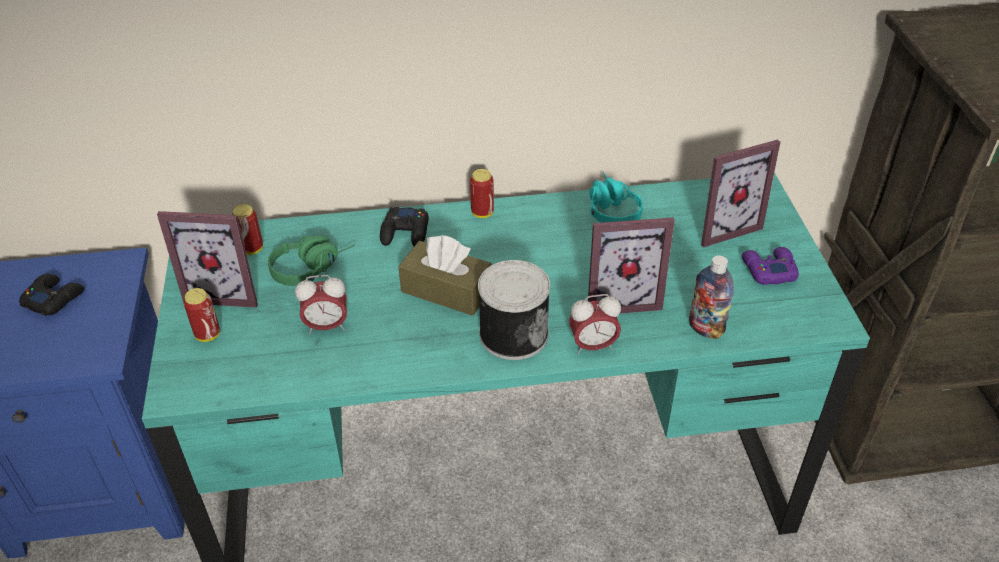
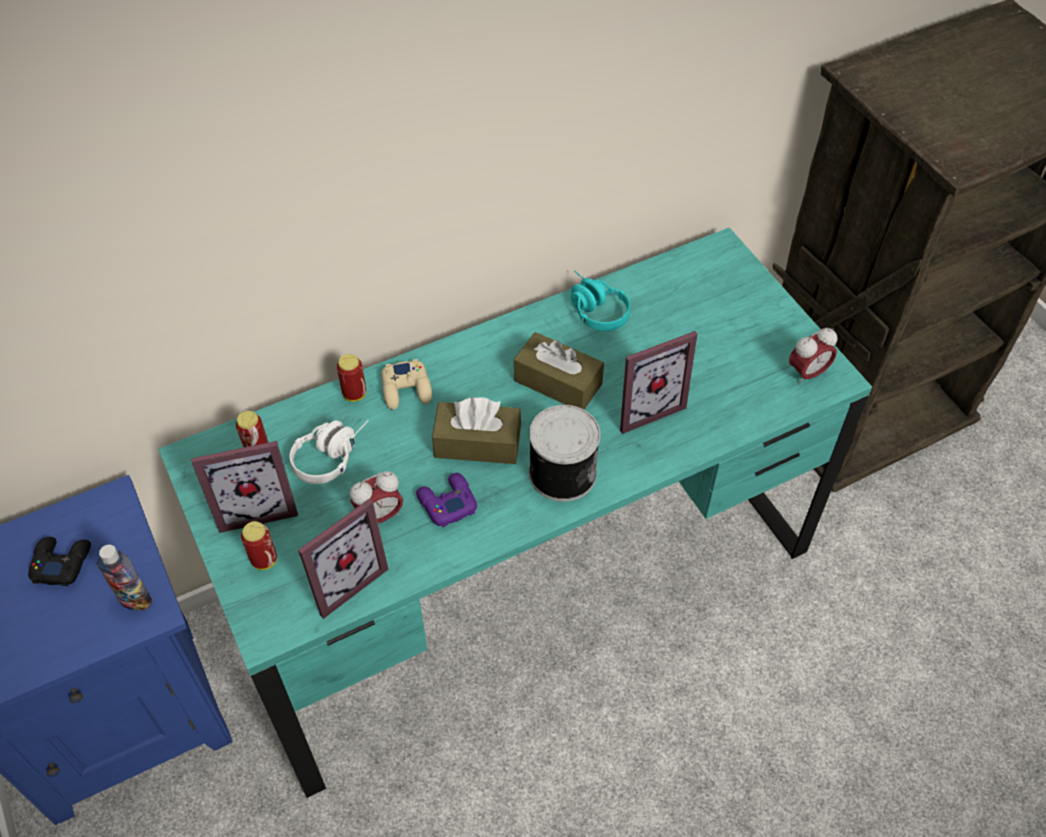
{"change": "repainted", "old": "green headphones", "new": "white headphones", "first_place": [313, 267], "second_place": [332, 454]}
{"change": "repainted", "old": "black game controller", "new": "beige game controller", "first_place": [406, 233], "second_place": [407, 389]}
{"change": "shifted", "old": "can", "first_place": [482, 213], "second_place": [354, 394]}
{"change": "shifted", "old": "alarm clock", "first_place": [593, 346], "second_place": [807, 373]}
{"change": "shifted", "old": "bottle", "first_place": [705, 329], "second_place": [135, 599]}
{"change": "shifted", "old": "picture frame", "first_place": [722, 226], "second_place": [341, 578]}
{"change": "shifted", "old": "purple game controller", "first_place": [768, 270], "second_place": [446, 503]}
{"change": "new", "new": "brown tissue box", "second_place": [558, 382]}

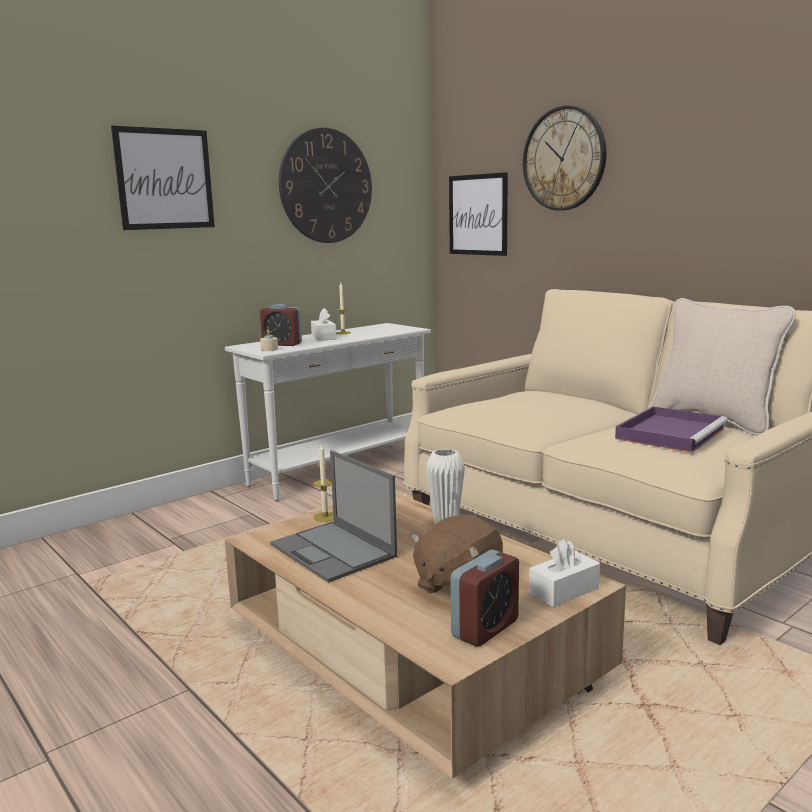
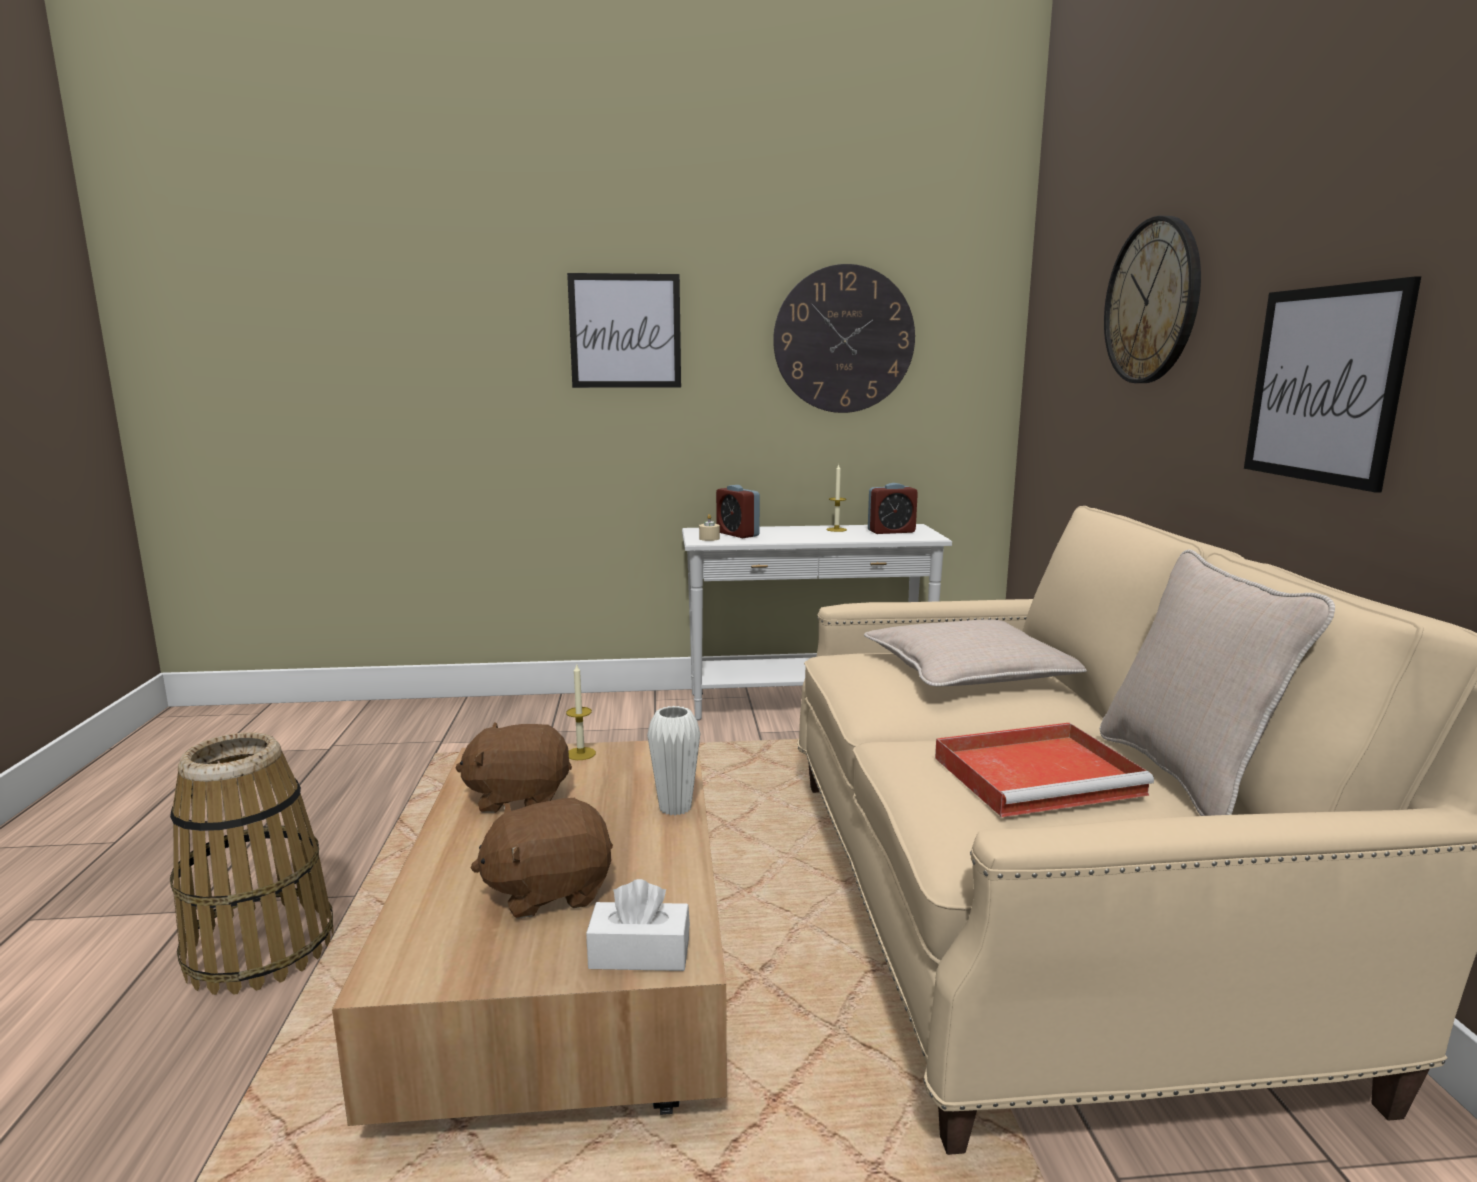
{"change": "swapped", "old": "laptop", "new": "brown plush toy", "first_place": [334, 551], "second_place": [519, 797]}
{"change": "gone", "old": "white tissue box", "first_place": [323, 337]}
{"change": "shifted", "old": "picture", "first_place": [478, 215], "second_place": [1323, 384]}
{"change": "shifted", "old": "alarm clock", "first_place": [485, 628], "second_place": [891, 531]}
{"change": "repainted", "old": "purple tray", "new": "red tray", "first_place": [670, 433], "second_place": [1040, 775]}
{"change": "new", "new": "basket", "second_place": [260, 949]}
{"change": "new", "new": "beige pillow", "second_place": [969, 670]}

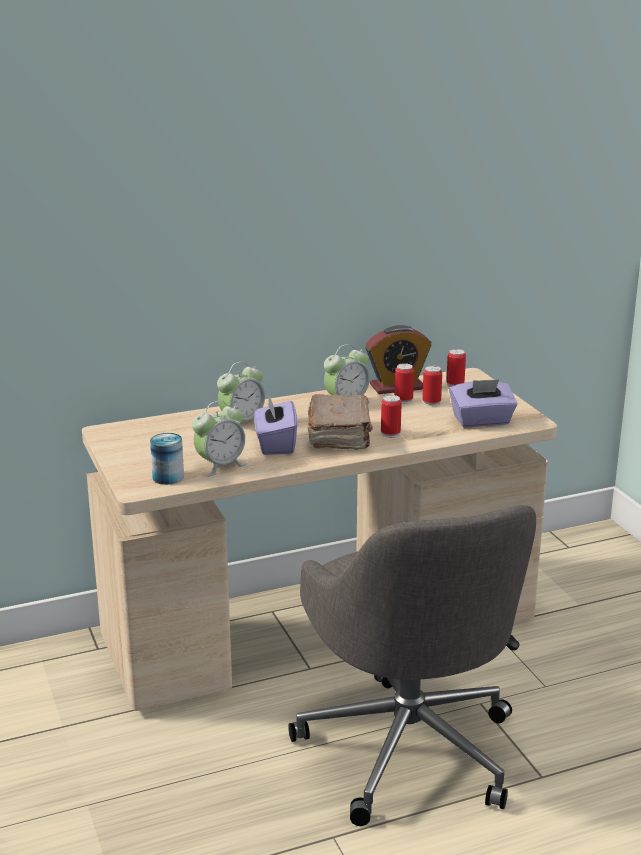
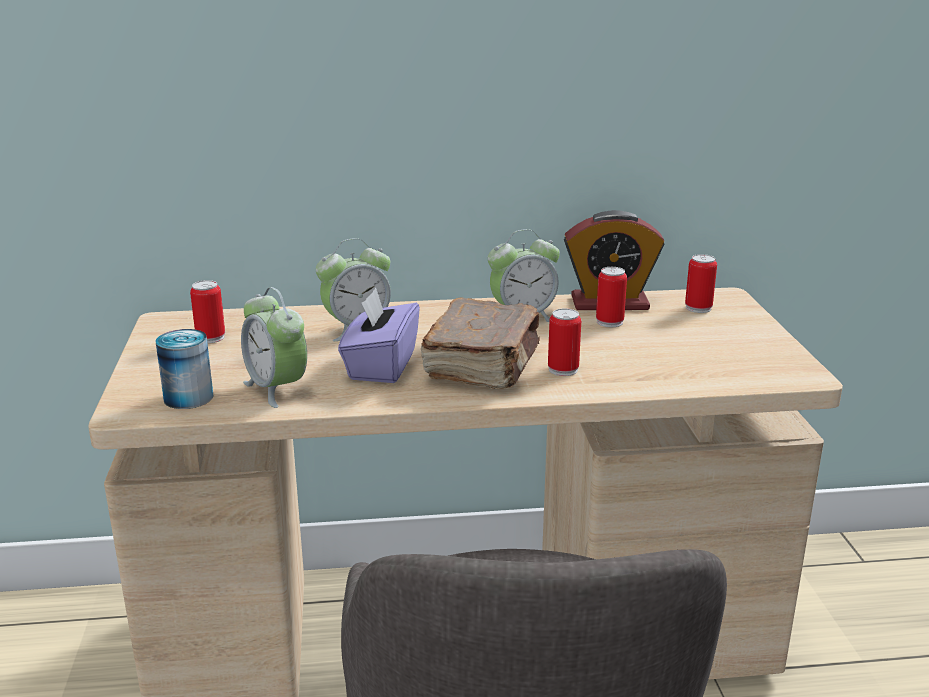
{"change": "rotated", "old": "alarm clock", "first_place": [220, 466], "second_place": [277, 389], "degrees": 75}
{"change": "shifted", "old": "can", "first_place": [431, 402], "second_place": [210, 337]}
{"change": "gone", "old": "purple tissue box", "first_place": [482, 421]}

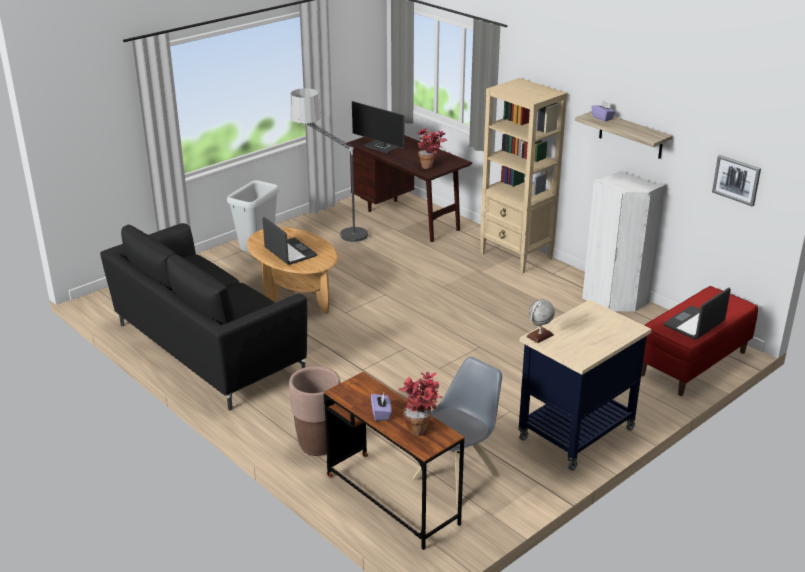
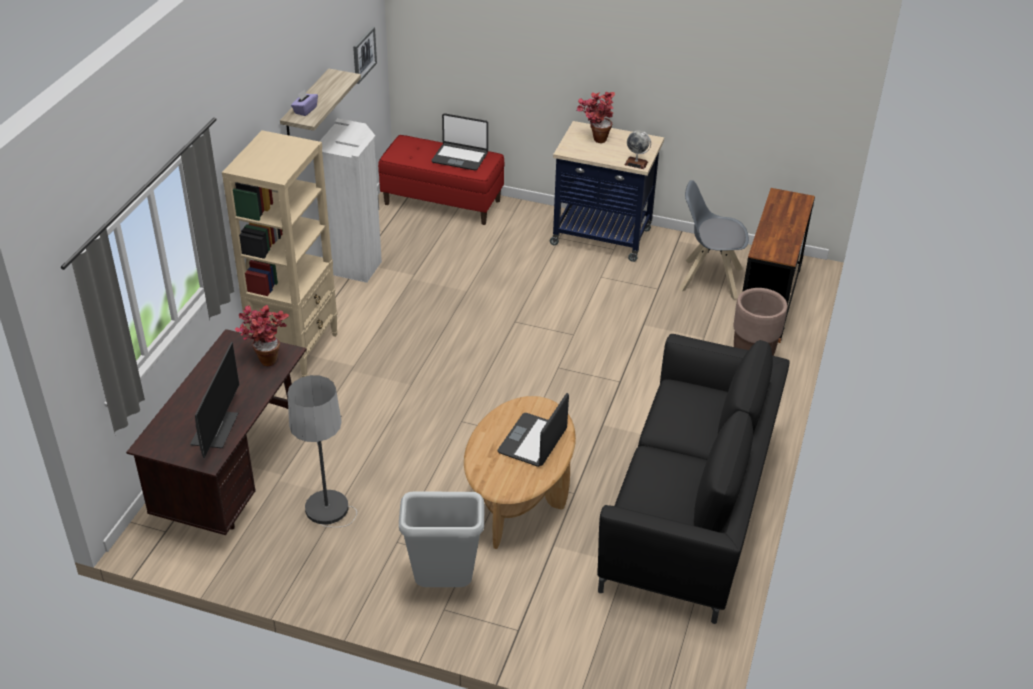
{"change": "gone", "old": "purple tissue box", "first_place": [381, 414]}
{"change": "shifted", "old": "potted plant", "first_place": [421, 428], "second_place": [594, 139]}

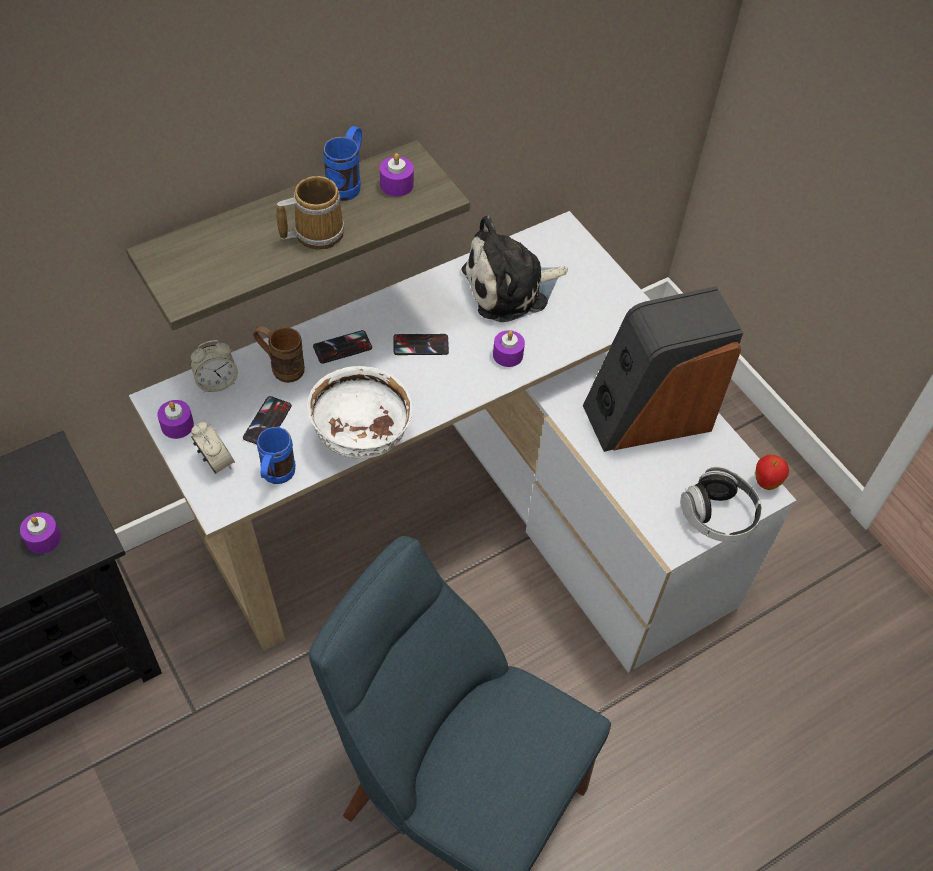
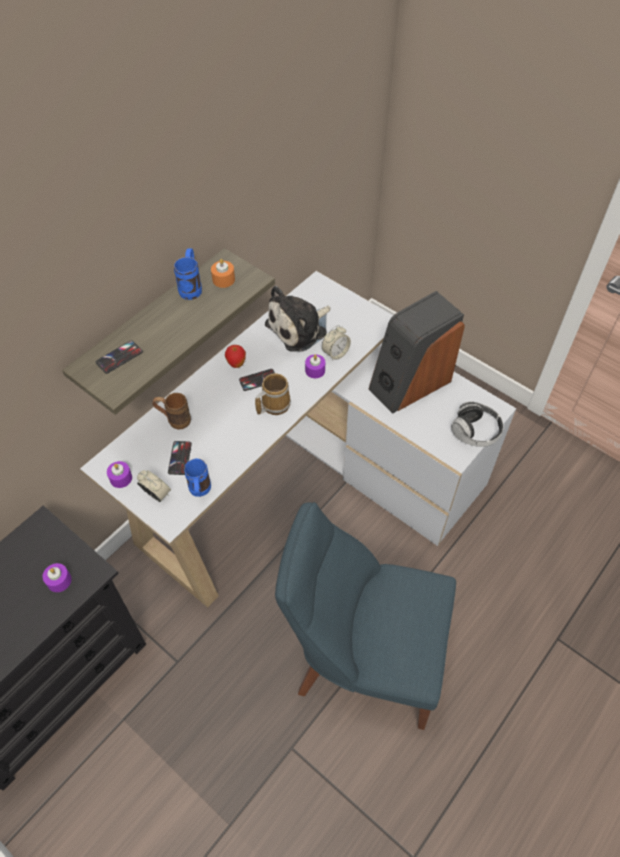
{"change": "shifted", "old": "alarm clock", "first_place": [216, 382], "second_place": [335, 353]}
{"change": "shifted", "old": "mug", "first_place": [315, 232], "second_place": [273, 404]}
{"change": "gone", "old": "white bowl", "first_place": [361, 439]}
{"change": "shifted", "old": "phone", "first_place": [342, 347], "second_place": [119, 357]}
{"change": "repainted", "old": "purple candle", "new": "orange candle", "first_place": [396, 184], "second_place": [223, 279]}
{"change": "shifted", "old": "apple", "first_place": [765, 483], "second_place": [236, 364]}

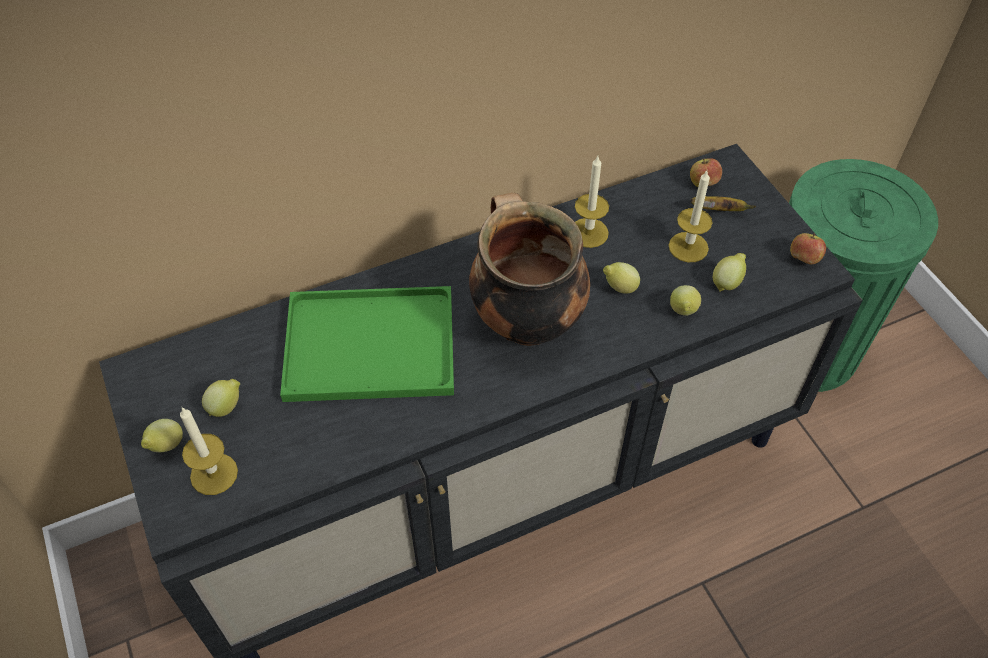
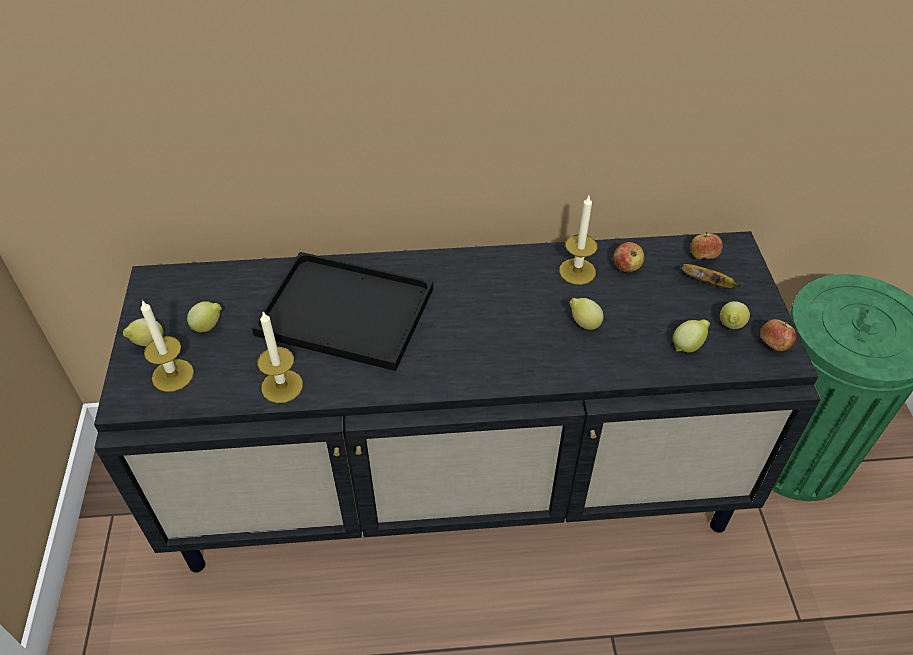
{"change": "repainted", "old": "green tray", "new": "black tray", "first_place": [374, 344], "second_place": [349, 311]}
{"change": "gone", "old": "cooking pot", "first_place": [525, 320]}
{"change": "shifted", "old": "candle", "first_place": [688, 247], "second_place": [282, 386]}
{"change": "shifted", "old": "lemon", "first_place": [682, 312], "second_place": [730, 326]}
{"change": "new", "new": "apple", "second_place": [626, 267]}

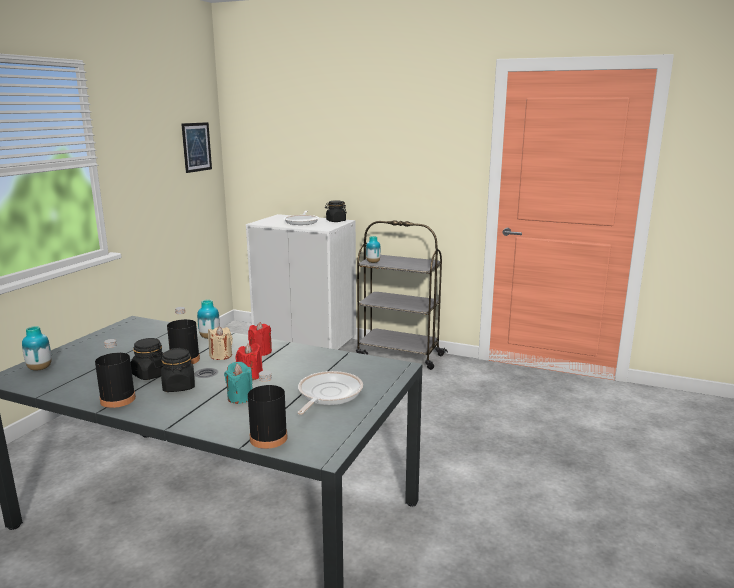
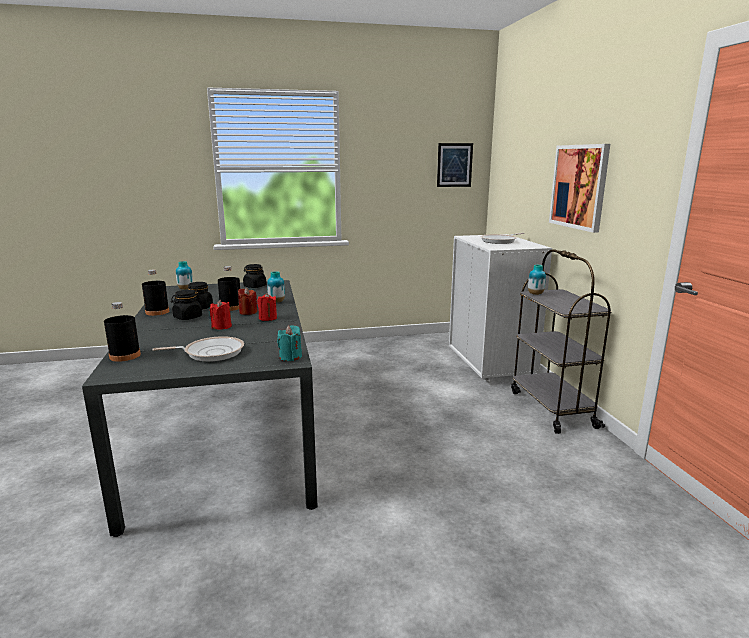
{"change": "repainted", "old": "beige candle", "new": "red candle", "first_place": [221, 356], "second_place": [248, 312]}
{"change": "shifted", "old": "turquoise candle", "first_place": [240, 397], "second_place": [290, 357]}
{"change": "shifted", "old": "black jar", "first_place": [335, 221], "second_place": [254, 286]}
{"change": "new", "new": "picture", "second_place": [579, 186]}

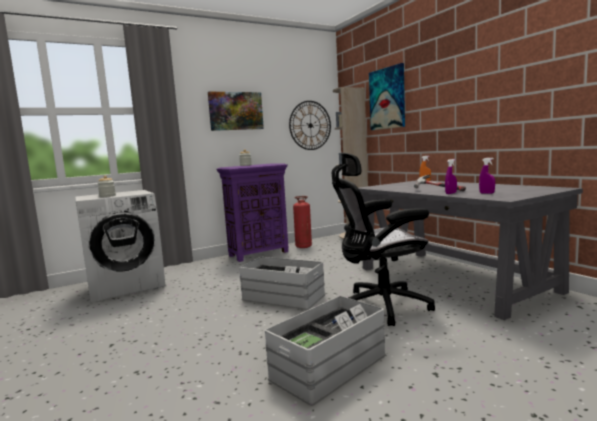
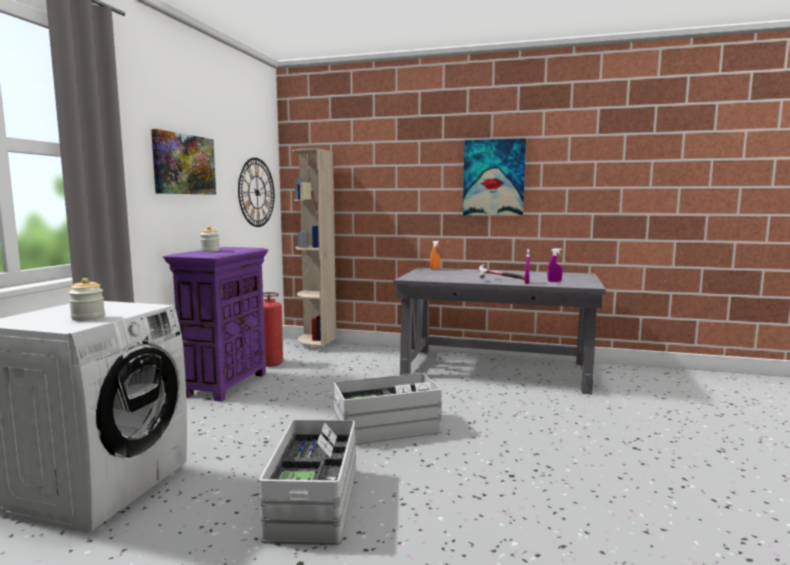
{"change": "shifted", "old": "grey storage box", "first_place": [328, 366], "second_place": [312, 502]}
{"change": "gone", "old": "office chair", "first_place": [382, 306]}
{"change": "shifted", "old": "picture", "first_place": [387, 98], "second_place": [493, 178]}

